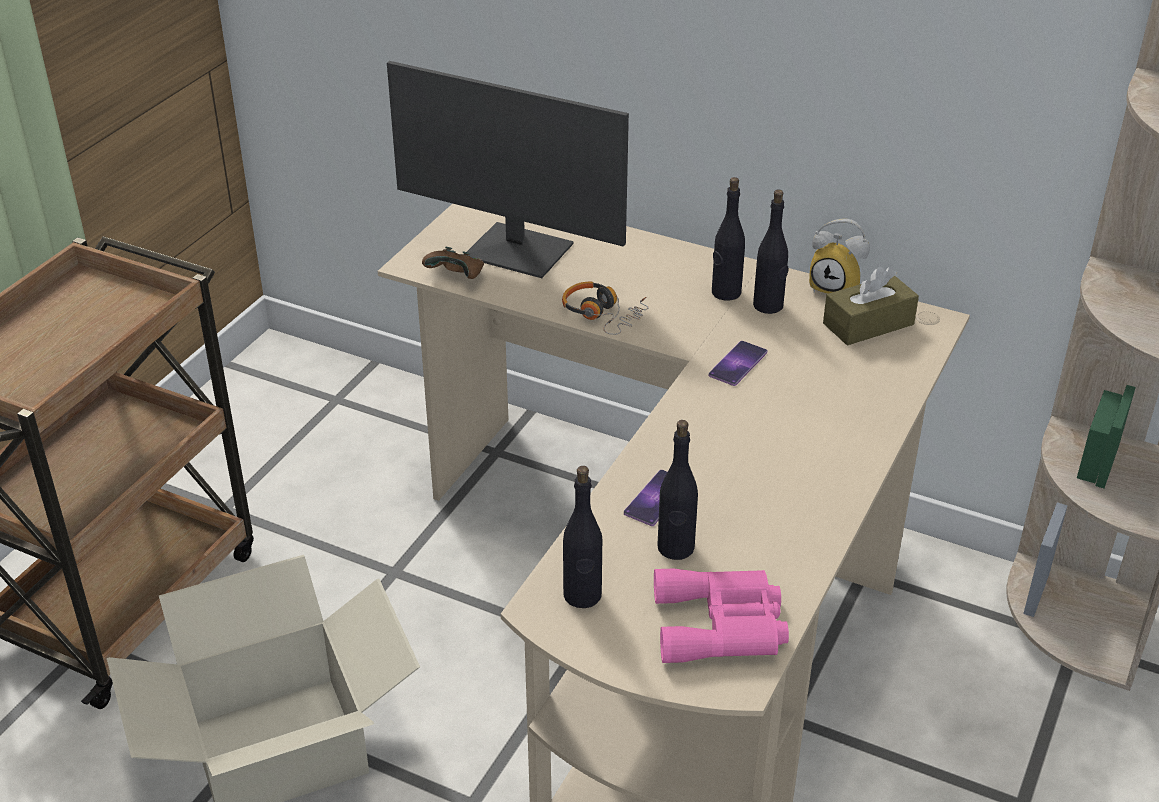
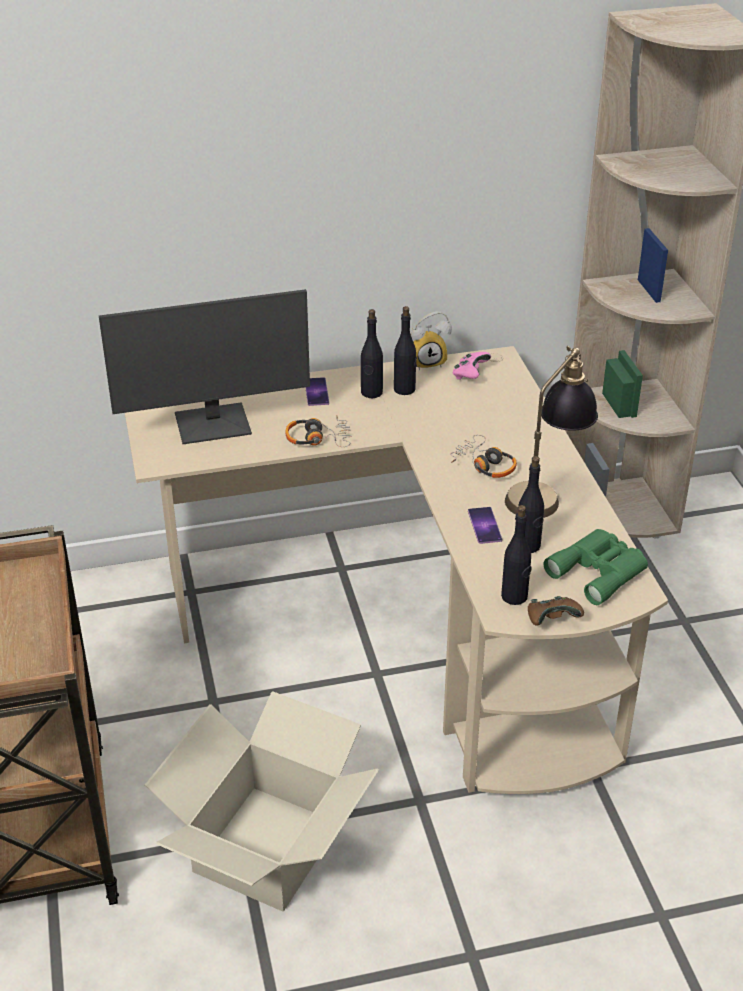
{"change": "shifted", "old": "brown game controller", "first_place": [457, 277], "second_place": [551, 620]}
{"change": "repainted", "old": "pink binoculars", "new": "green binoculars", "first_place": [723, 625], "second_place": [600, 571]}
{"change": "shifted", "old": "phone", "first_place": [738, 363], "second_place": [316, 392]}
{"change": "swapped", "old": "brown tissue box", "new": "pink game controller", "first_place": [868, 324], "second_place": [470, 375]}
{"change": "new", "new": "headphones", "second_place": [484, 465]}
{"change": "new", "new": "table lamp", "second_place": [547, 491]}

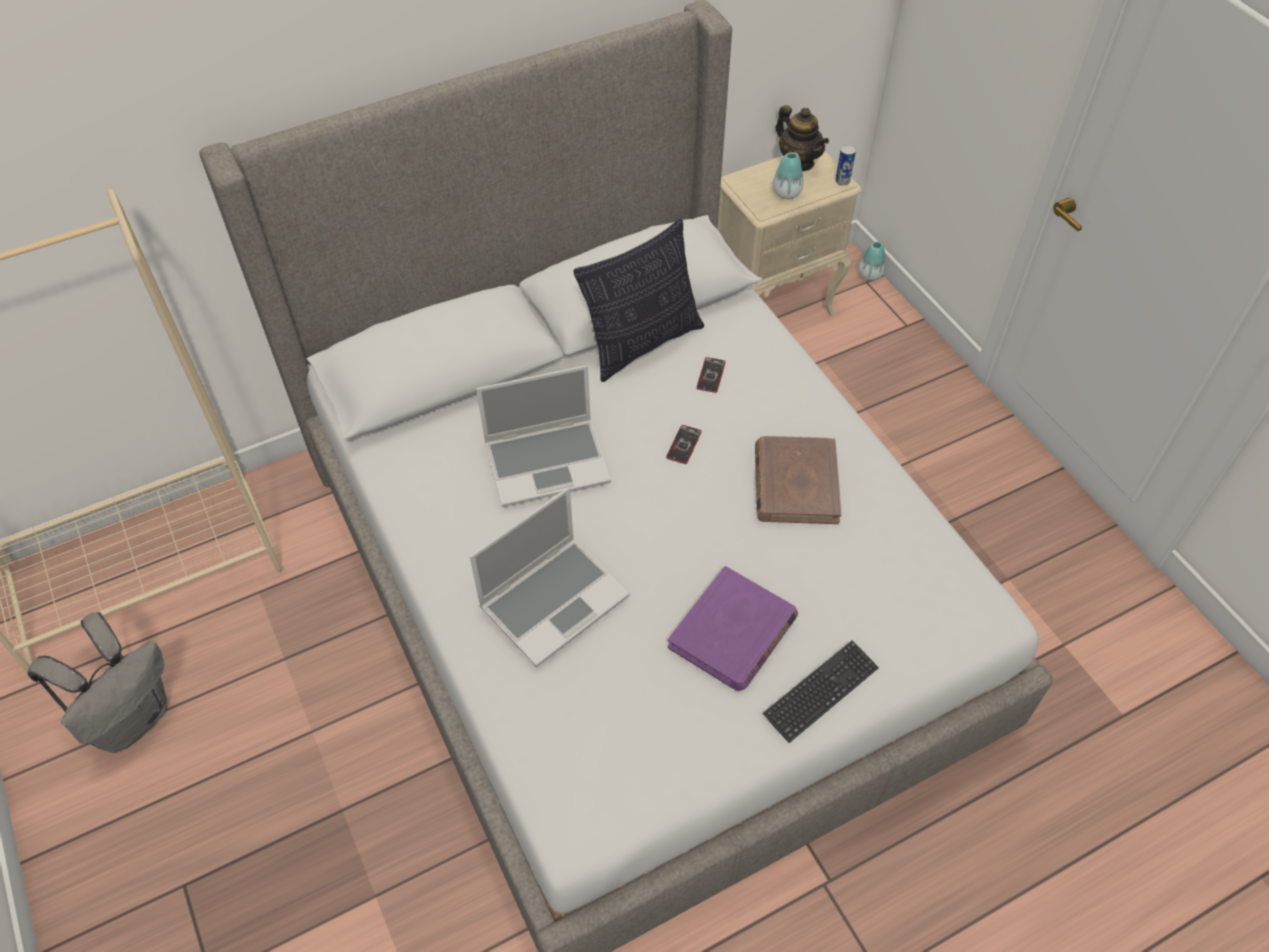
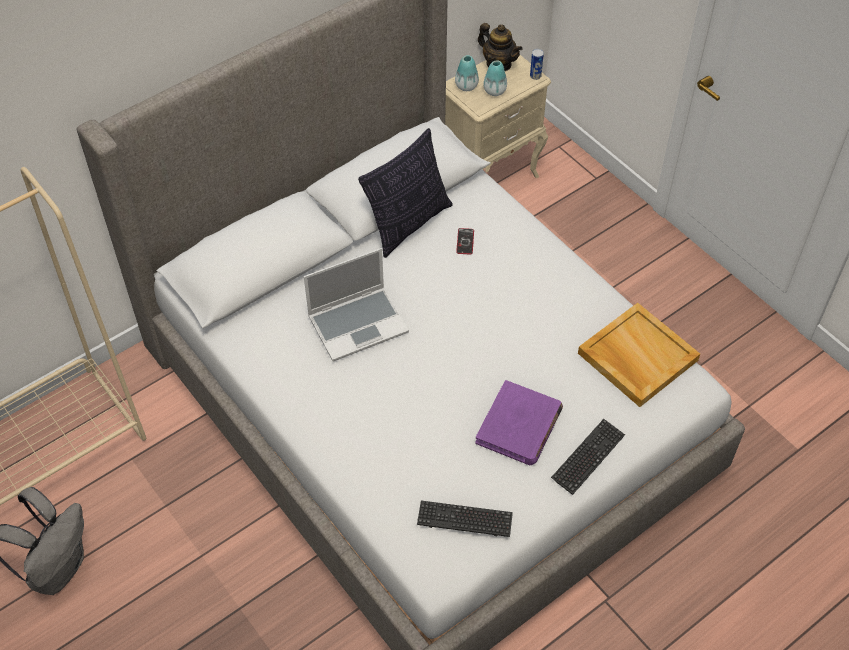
{"change": "gone", "old": "laptop", "first_place": [554, 600]}
{"change": "gone", "old": "phone", "first_place": [683, 445]}
{"change": "gone", "old": "brown book", "first_place": [795, 483]}
{"change": "shifted", "old": "vase", "first_place": [870, 275], "second_place": [466, 86]}
{"change": "new", "new": "keyboard", "second_place": [464, 519]}
{"change": "new", "new": "beige tray", "second_place": [636, 357]}

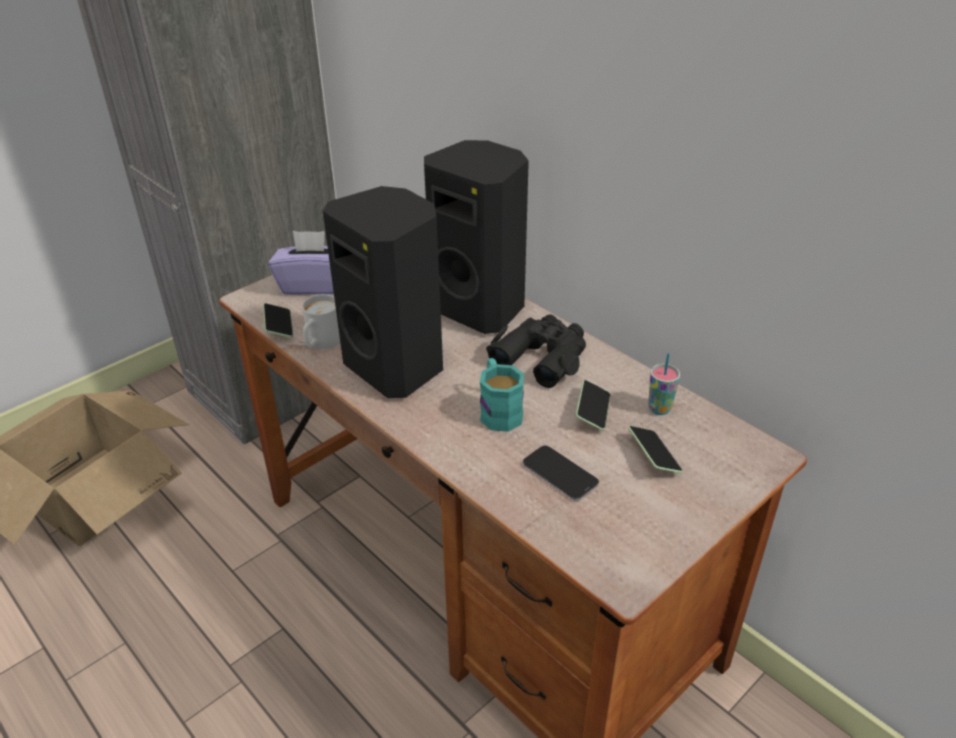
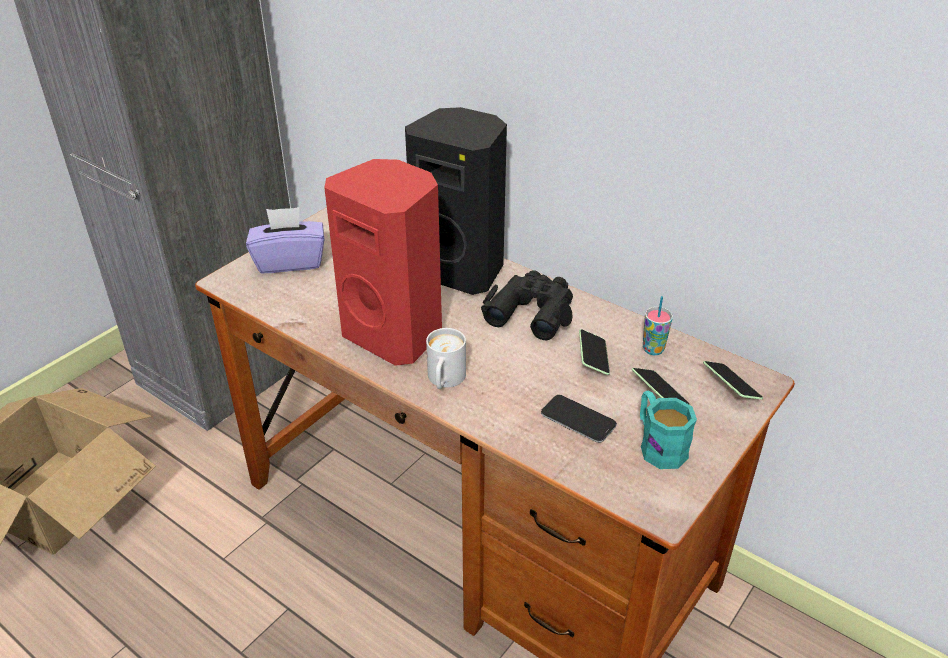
{"change": "shifted", "old": "phone", "first_place": [279, 327], "second_place": [730, 387]}
{"change": "shifted", "old": "white mug", "first_place": [321, 343], "second_place": [444, 381]}
{"change": "repainted", "old": "black speaker", "new": "red speaker", "first_place": [397, 367], "second_place": [395, 334]}
{"change": "shifted", "old": "turquoise mug", "first_place": [498, 410], "second_place": [658, 445]}

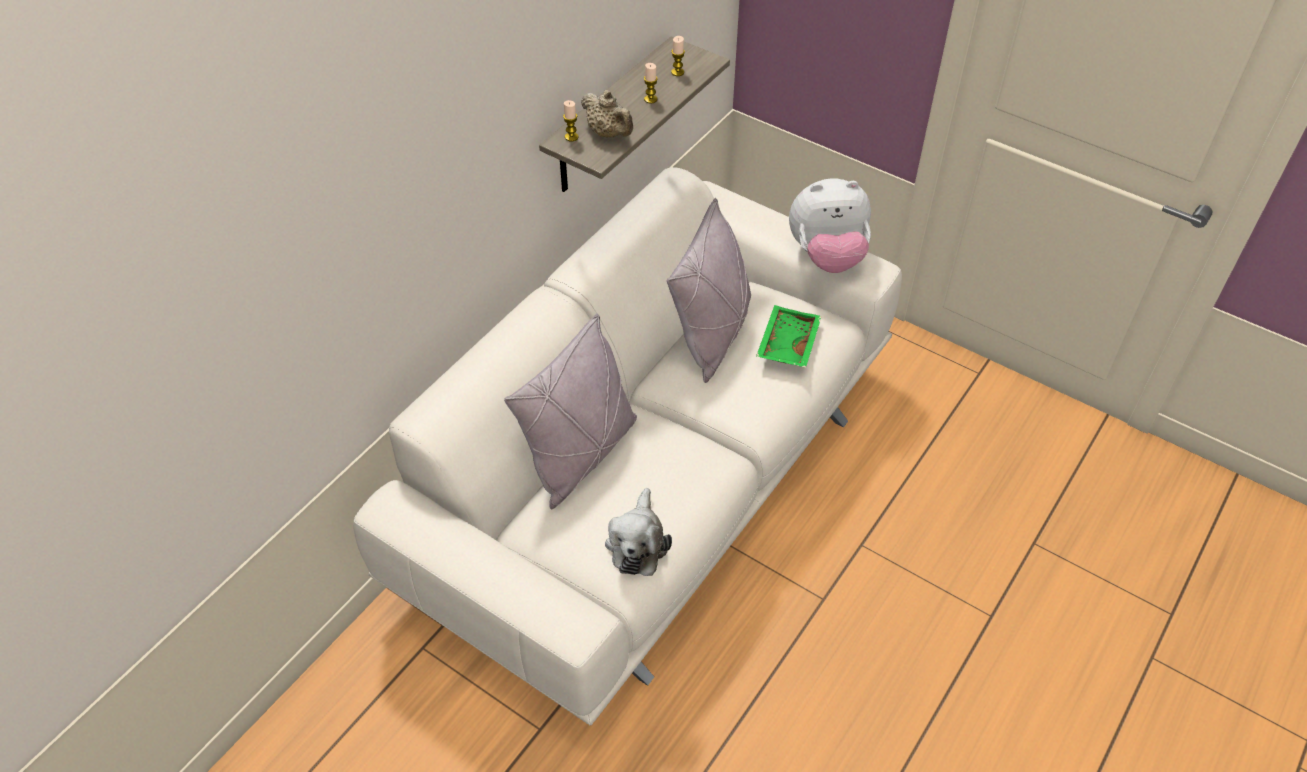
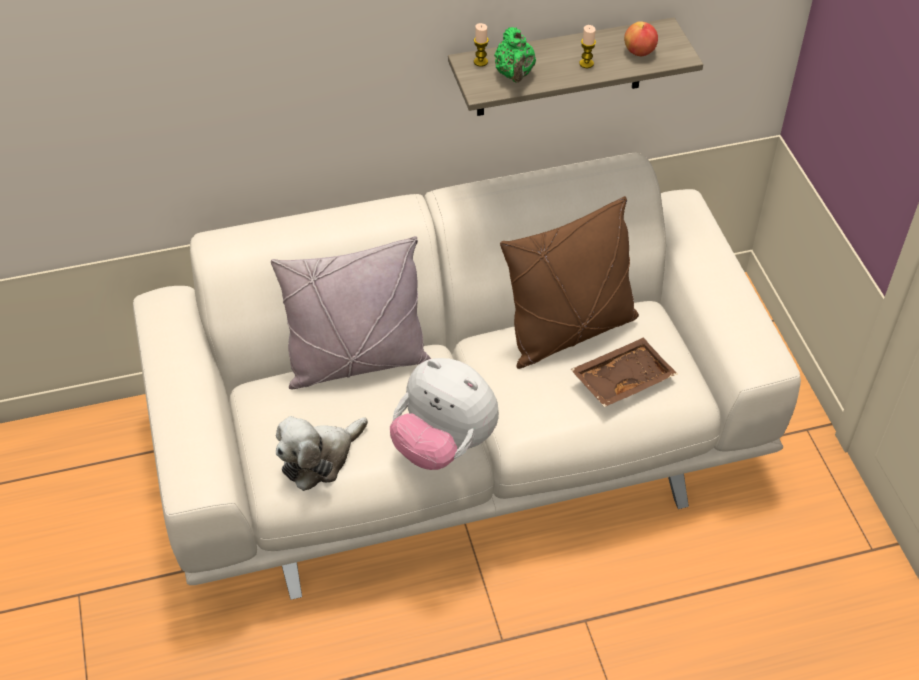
{"change": "repainted", "old": "beige teapot", "new": "green teapot", "first_place": [608, 133], "second_place": [514, 75]}
{"change": "repainted", "old": "purple pillow", "new": "brown pillow", "first_place": [712, 334], "second_place": [569, 331]}
{"change": "swapped", "old": "candle", "new": "apple", "first_place": [677, 72], "second_place": [639, 52]}
{"change": "repainted", "old": "green tray", "new": "brown tray", "first_place": [786, 344], "second_place": [621, 379]}
{"change": "shifted", "old": "plush toy", "first_place": [827, 256], "second_place": [444, 444]}

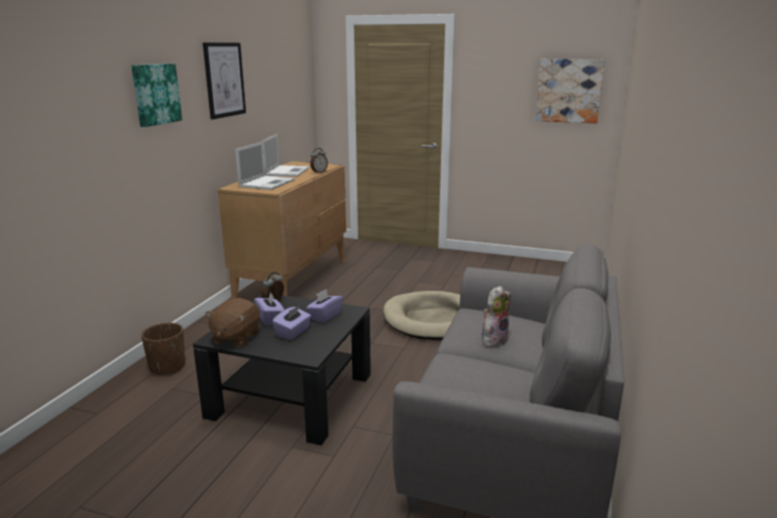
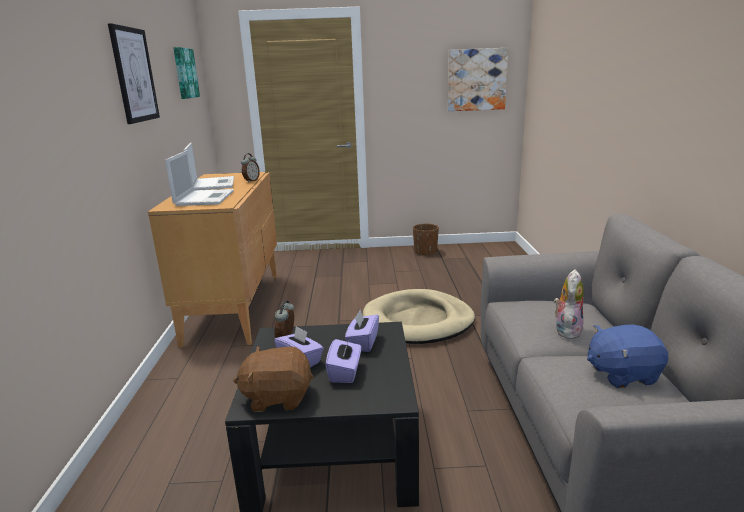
{"change": "shifted", "old": "picture", "first_place": [155, 94], "second_place": [184, 73]}
{"change": "shifted", "old": "brown planter", "first_place": [167, 367], "second_place": [425, 252]}
{"change": "rotated", "old": "brown plush toy", "first_place": [235, 337], "second_place": [277, 397], "degrees": 90}
{"change": "new", "new": "blue plush toy", "second_place": [621, 374]}

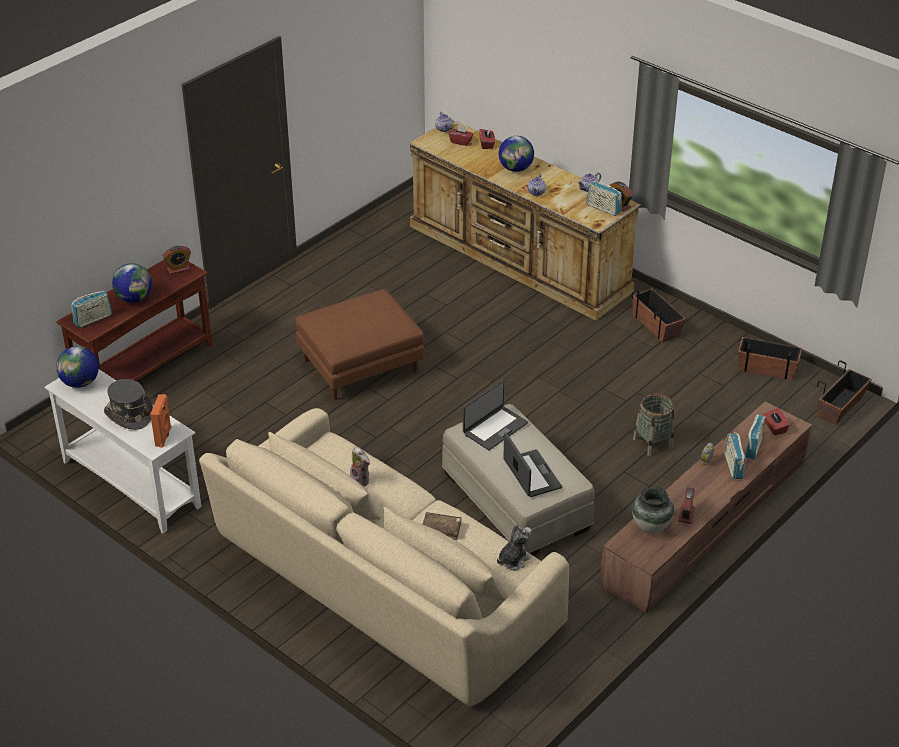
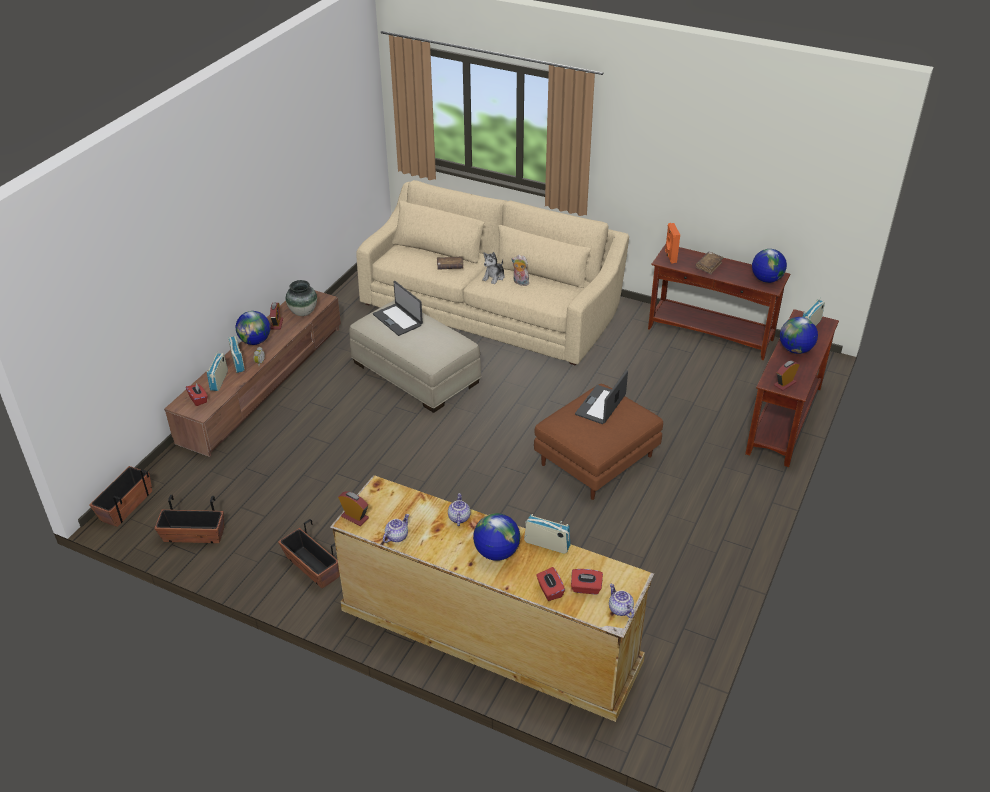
{"change": "repainted", "old": "white console table", "new": "brown console table", "first_place": [130, 484], "second_place": [711, 334]}
{"change": "swapped", "old": "grey hat", "new": "brown book", "first_place": [129, 414], "second_place": [708, 266]}
{"change": "shifted", "old": "laptop", "first_place": [494, 428], "second_place": [601, 405]}
{"change": "shifted", "old": "plush toy", "first_place": [513, 560], "second_place": [494, 277]}
{"change": "shifted", "old": "radio", "first_place": [603, 208], "second_place": [547, 544]}
{"change": "gone", "old": "basket", "first_place": [653, 443]}
{"change": "new", "new": "globe", "second_place": [255, 341]}

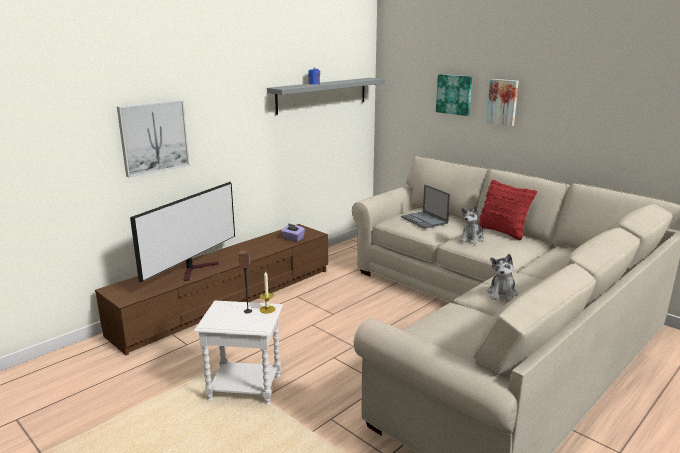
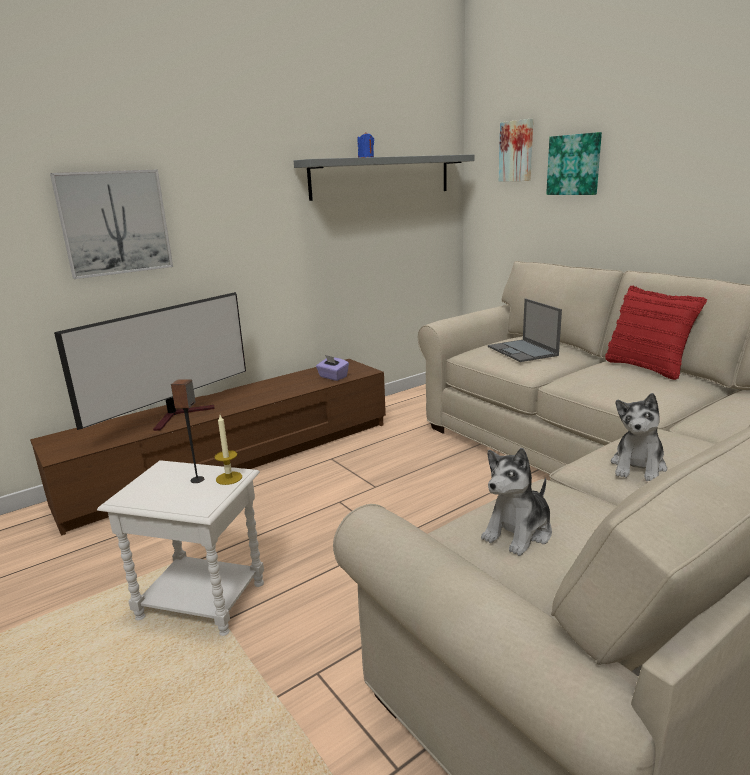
{"change": "shifted", "old": "plush toy", "first_place": [472, 239], "second_place": [518, 532]}
{"change": "shifted", "old": "picture", "first_place": [503, 102], "second_place": [517, 151]}

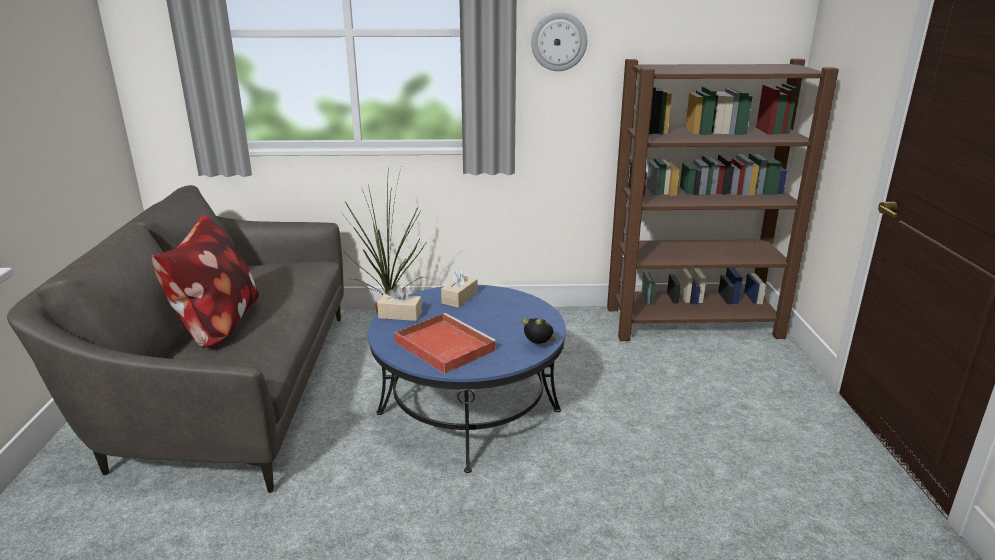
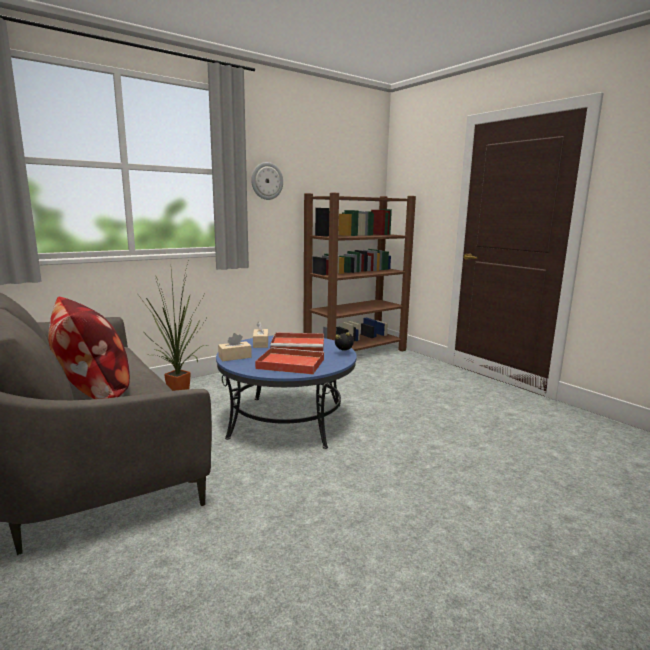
{"change": "new", "new": "red tray", "second_place": [299, 345]}

